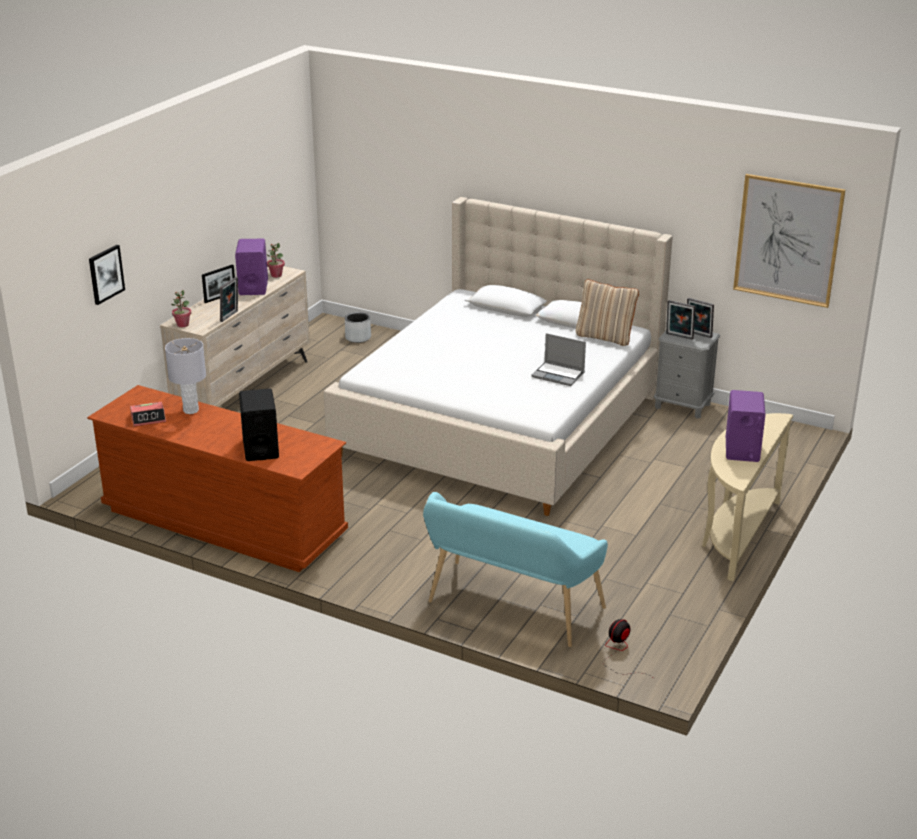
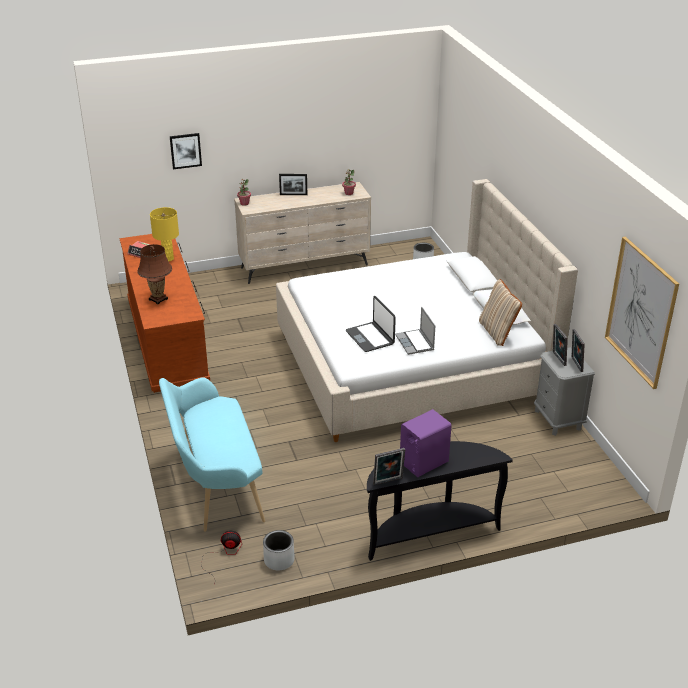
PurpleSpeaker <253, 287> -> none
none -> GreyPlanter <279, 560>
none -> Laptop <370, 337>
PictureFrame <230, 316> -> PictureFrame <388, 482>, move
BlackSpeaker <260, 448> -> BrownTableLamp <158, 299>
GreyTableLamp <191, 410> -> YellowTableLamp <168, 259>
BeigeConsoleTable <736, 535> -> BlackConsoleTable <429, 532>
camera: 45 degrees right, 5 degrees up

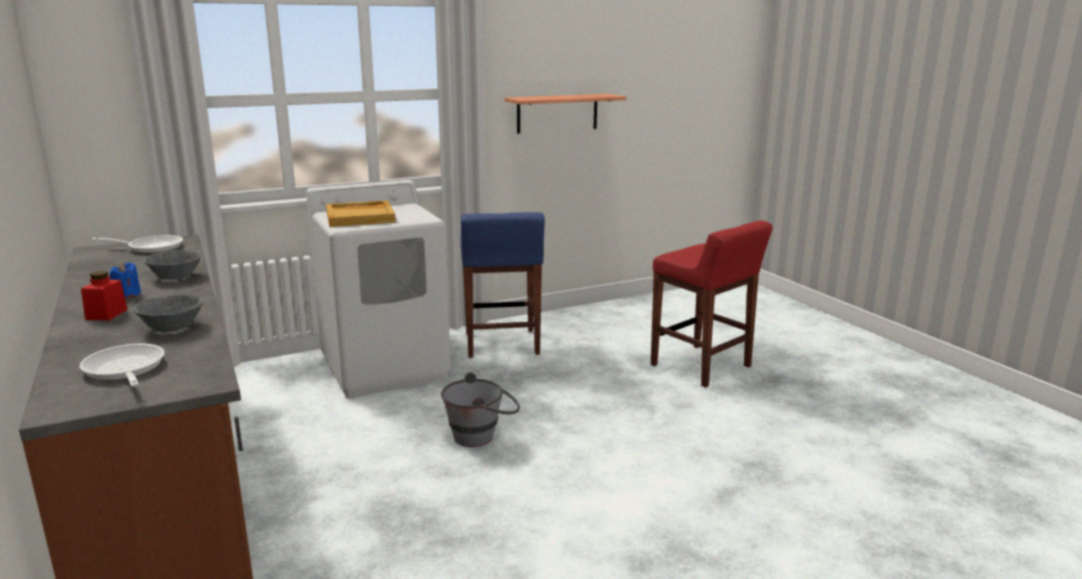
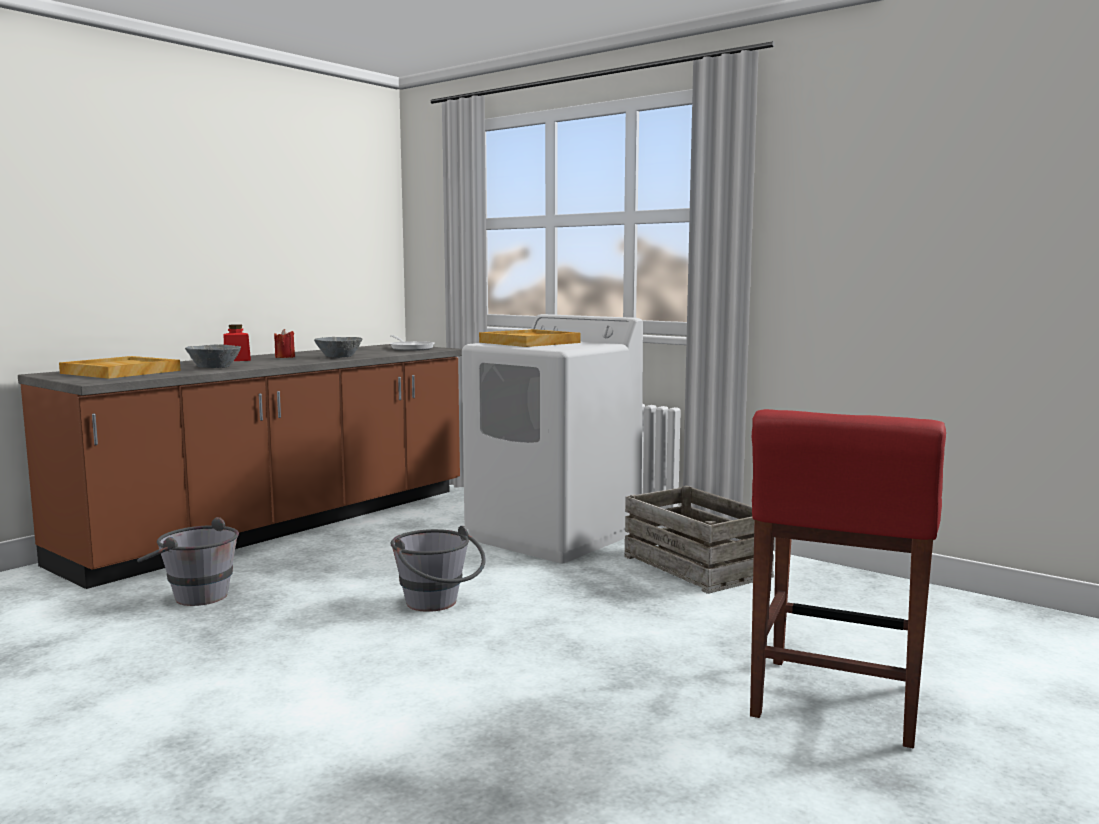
Shelf <557, 113> -> none
none -> GreyBucket <191, 596>
FryingPan <124, 370> -> BeigeTray <119, 372>
BlueStool <501, 344> -> Crate <695, 567>
BlueCandle <127, 295> -> RedCandle <285, 357>
camera: 65 degrees right, 10 degrees down

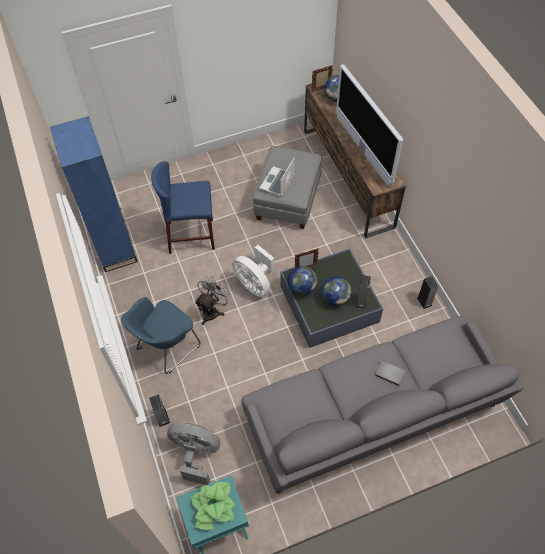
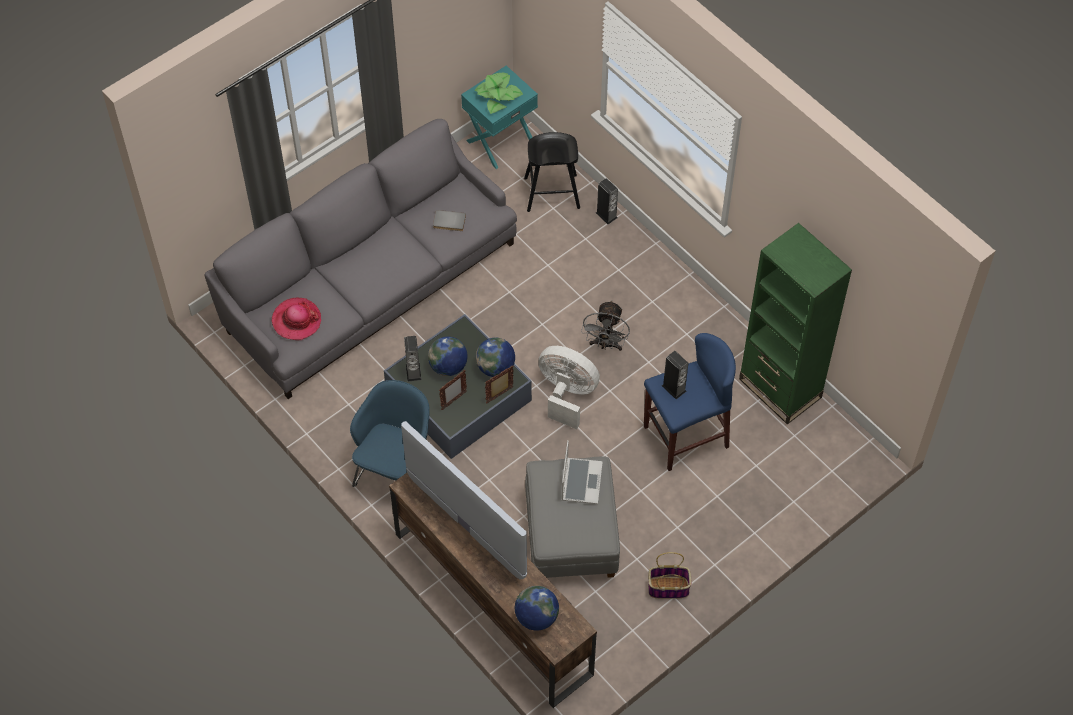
none -> Hat <296, 320>
none -> Basket <669, 587>
BlueArmchair <166, 348> -> BlueArmchair <395, 469>, move
PictureFrame <321, 89> -> PictureFrame <453, 401>, move
GreyBook <390, 372> -> GreyBook <449, 222>, move
Speaker <424, 301> -> Speaker <674, 388>, move
GreyFan <196, 454> -> BlackStool <551, 193>
BlueBookcase <115, 248> -> GreenBookcase <780, 388>
camera: 160 degrees right, 0 degrees up

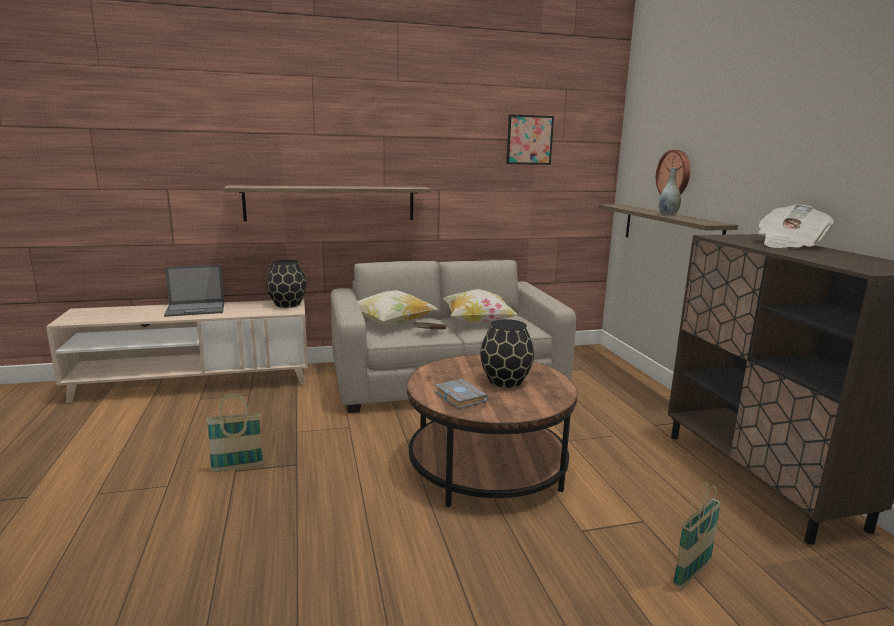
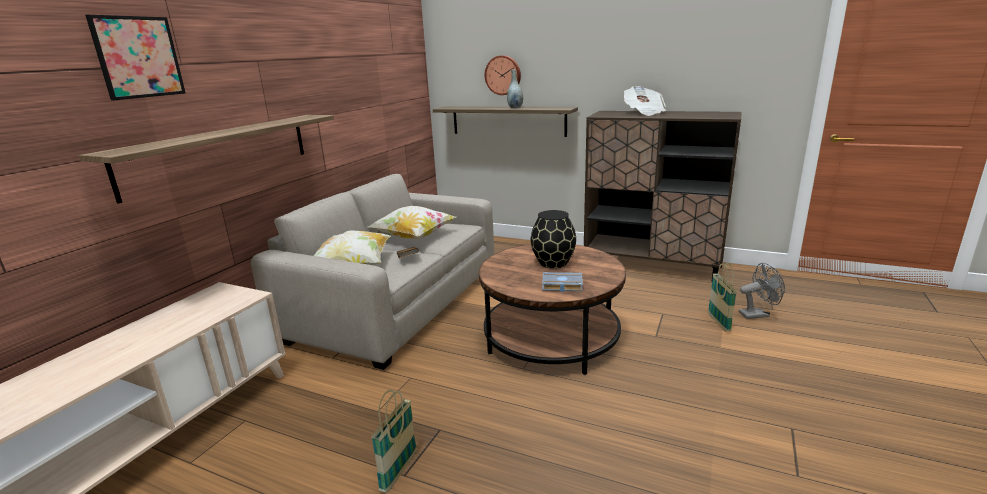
Laptop <196, 309> -> none
BlackVase <287, 304> -> none
none -> GreyFan <758, 314>
Picture <529, 140> -> Picture <138, 57>, move
camera: 50 degrees left, 5 degrees up

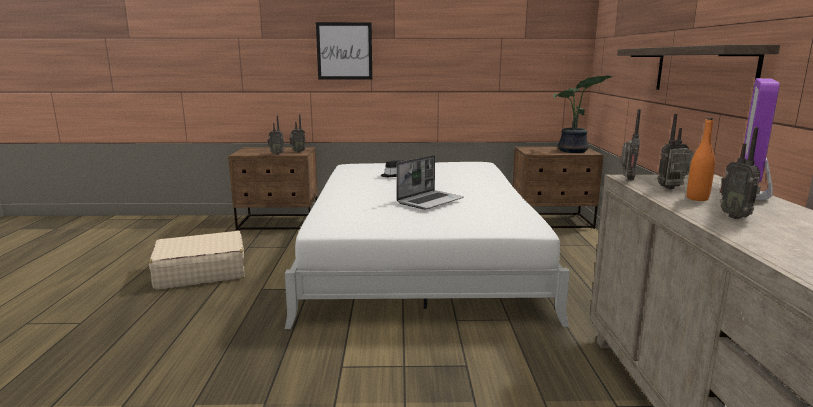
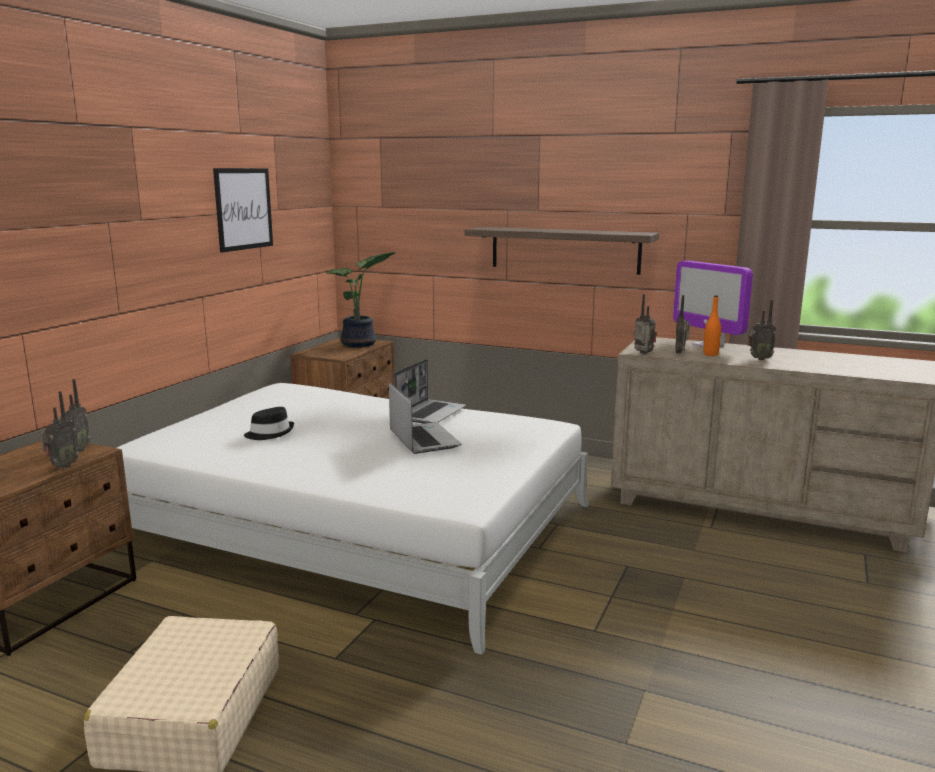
none -> Laptop <430, 413>
Picture <344, 51> -> Picture <243, 209>, move
camera: 65 degrees left, 0 degrees up

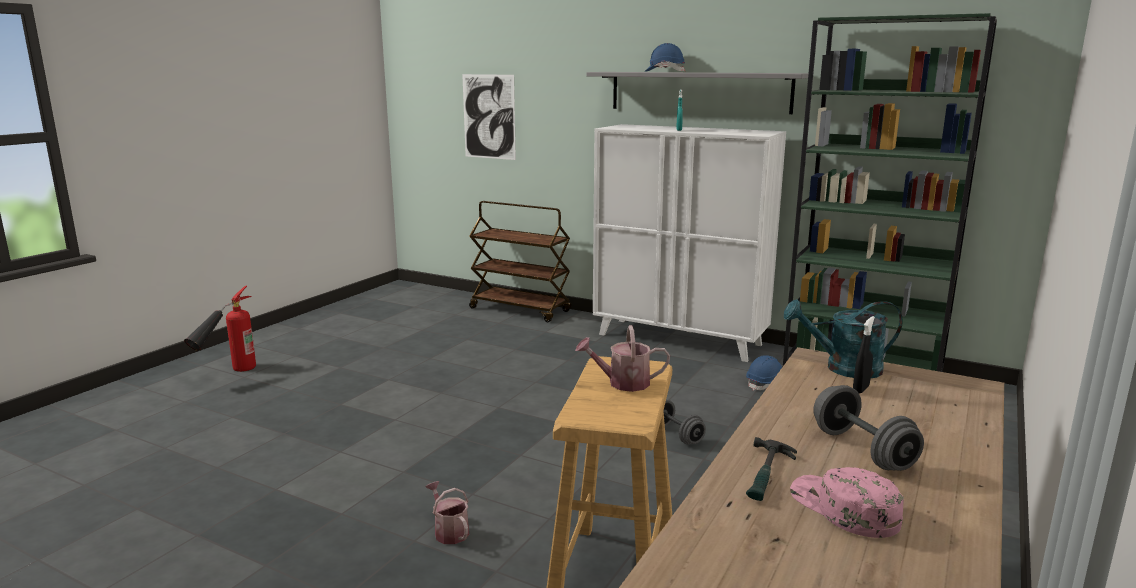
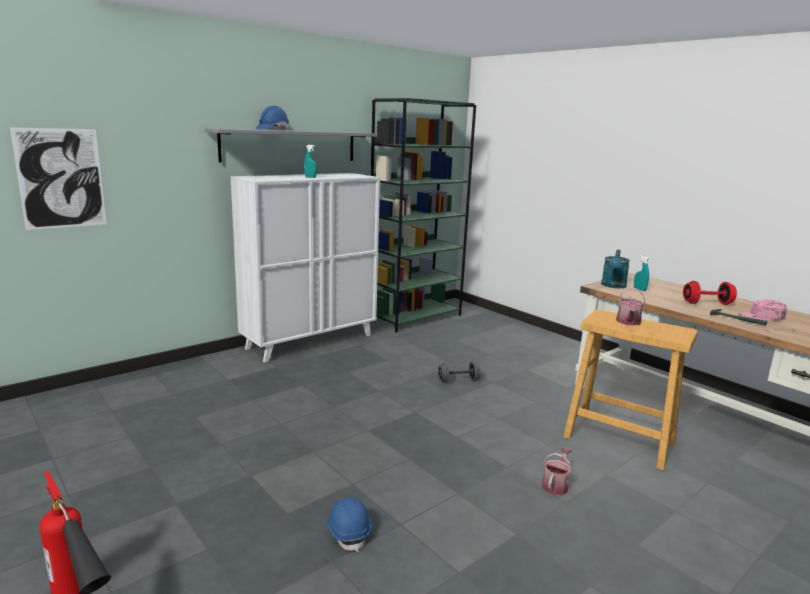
BrownCart <521, 310> -> none
BlueHardHat <766, 384> -> BlueHardHat <348, 532>, move
GreyDumbbell <862, 450> -> RedDumbbell <707, 303>
BlackSprayBottle <861, 389> -> TurquoiseSprayBottle <639, 289>
WateringCan <449, 531> -> WateringCan <556, 485>, 135 degrees clockwise
camera: 70 degrees left, 0 degrees up

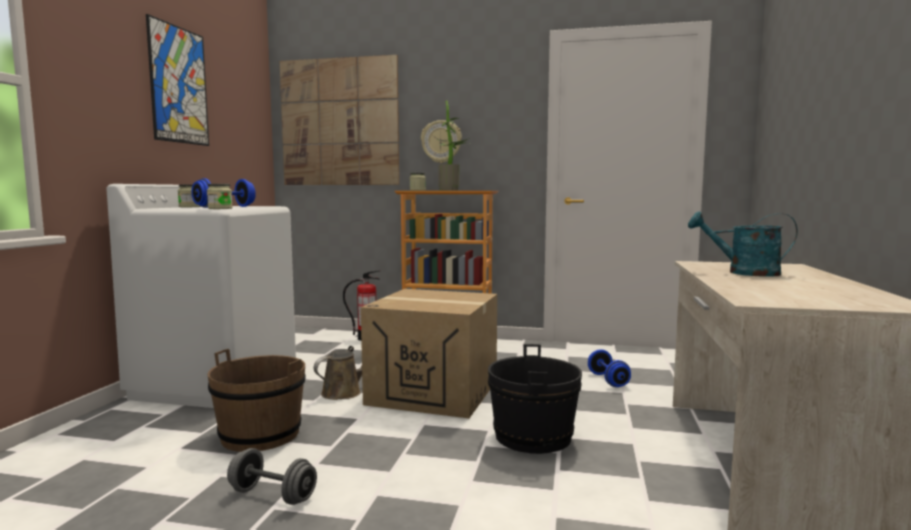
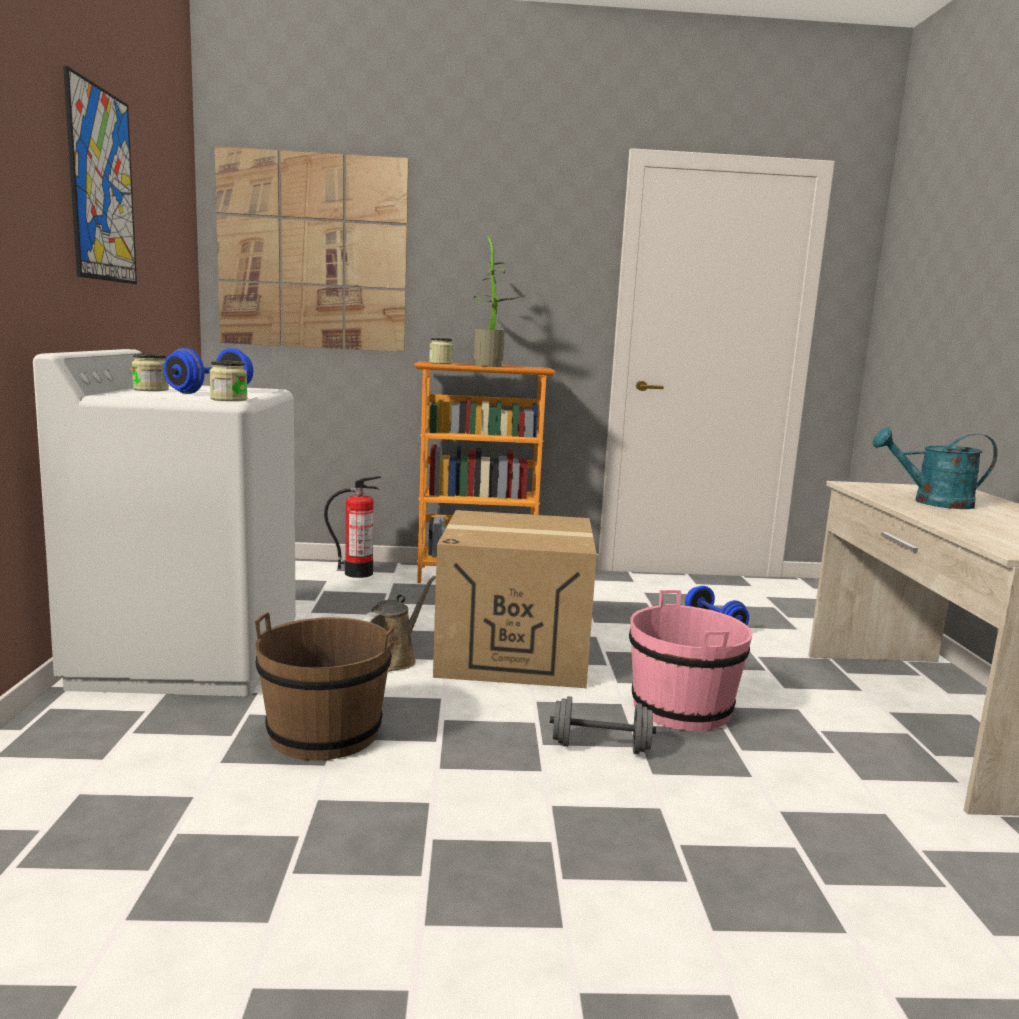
WallClock <441, 142> -> none
GreyDumbbell <272, 495> -> GreyDumbbell <600, 747>, move
BlackBucket <533, 437> -> PinkBucket <681, 708>
camera: 15 degrees left, 5 degrees up

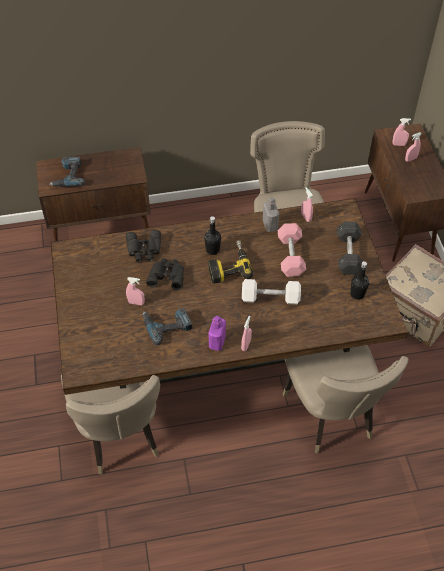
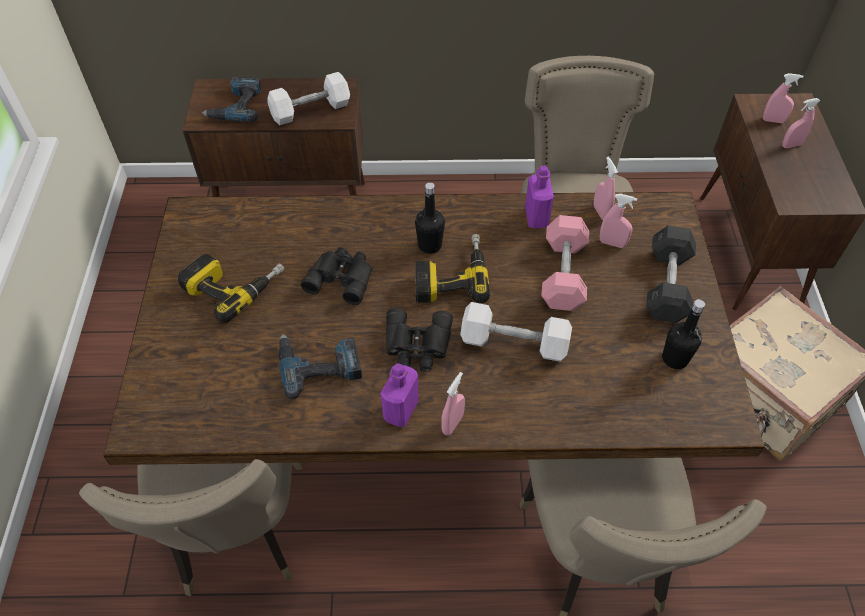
none -> PowerDrill <234, 286>
none -> WhiteDumbbell <310, 110>
BlackBinoculars <144, 250> -> BlackBinoculars <417, 346>, move
PinkSprayBottle <136, 302> -> PinkSprayBottle <612, 243>, move
GreyBottle <270, 225> -> PurpleBottle <536, 217>
camera: 10 degrees right, 0 degrees up

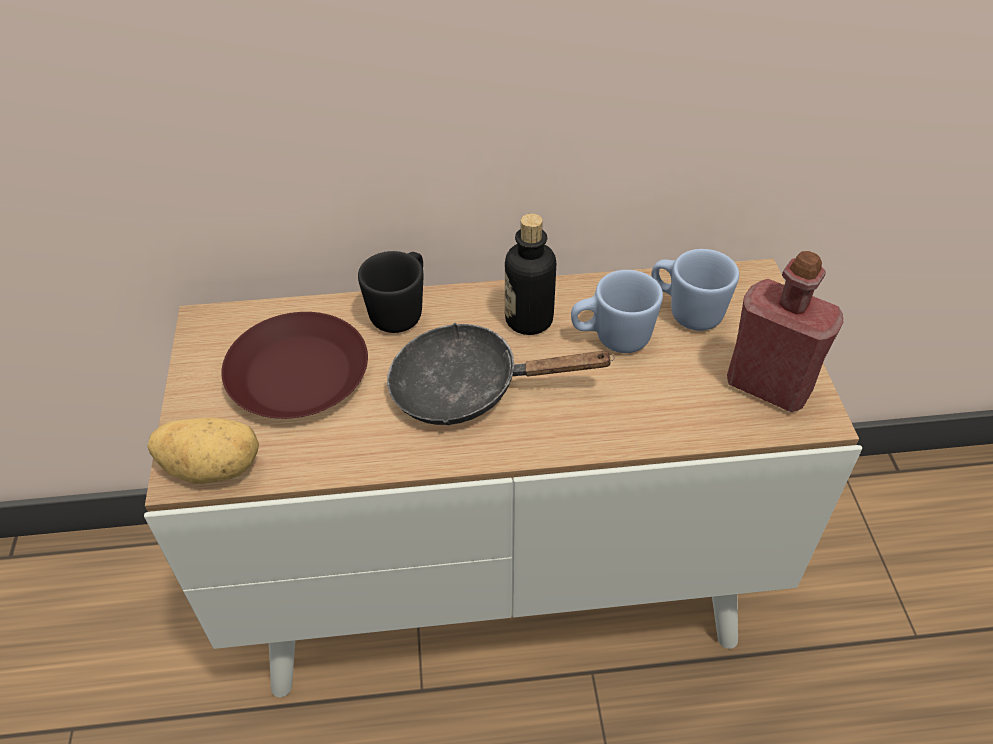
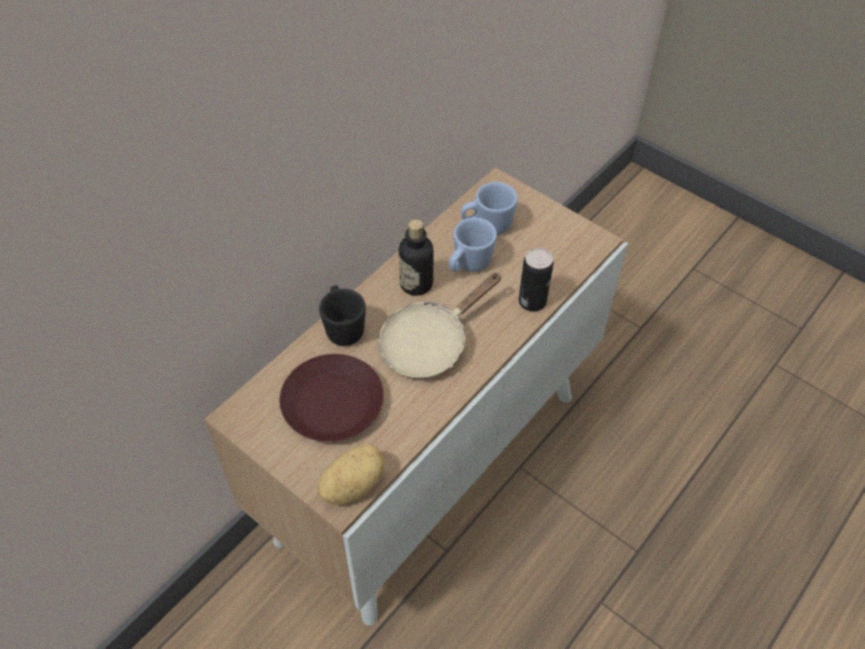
RedBottle <768, 386> -> none
none -> Can <532, 301>
BlackFryingPan <468, 388> -> BeigeFryingPan <430, 343>
camera: 45 degrees left, 5 degrees up

